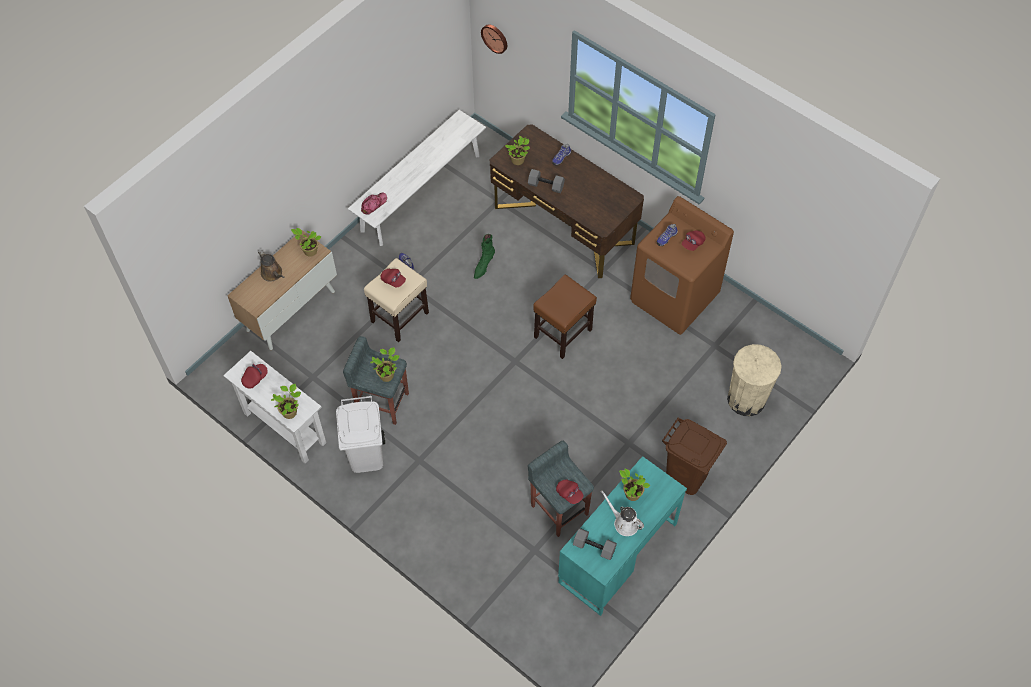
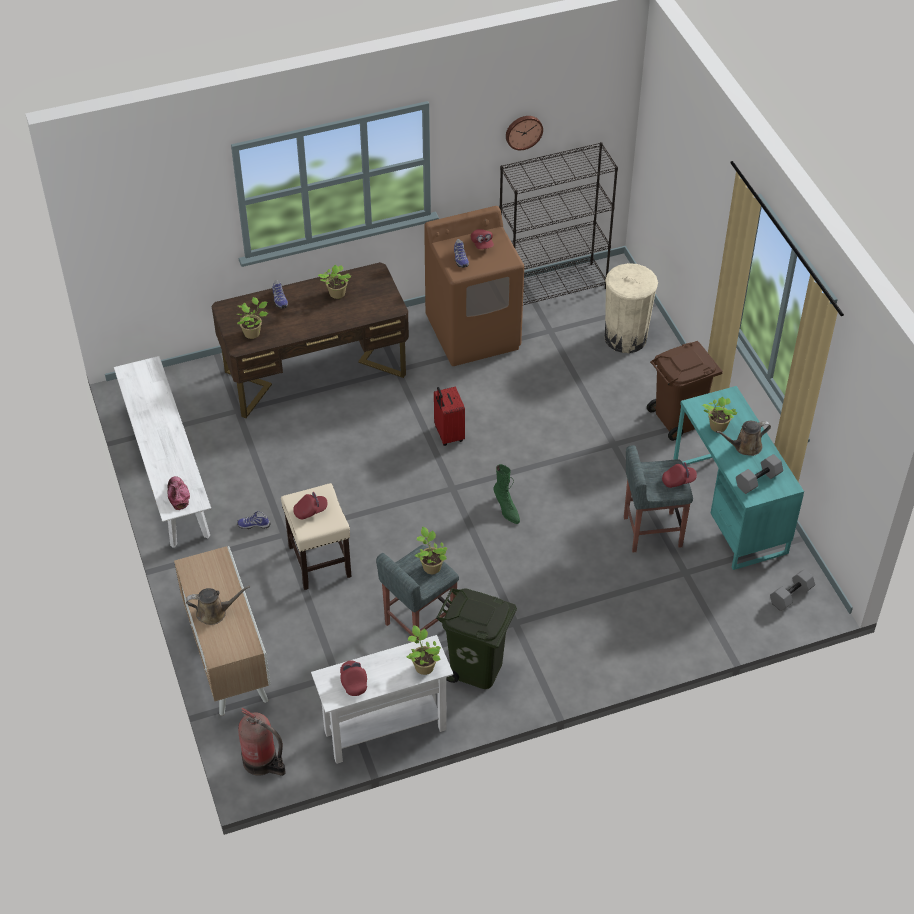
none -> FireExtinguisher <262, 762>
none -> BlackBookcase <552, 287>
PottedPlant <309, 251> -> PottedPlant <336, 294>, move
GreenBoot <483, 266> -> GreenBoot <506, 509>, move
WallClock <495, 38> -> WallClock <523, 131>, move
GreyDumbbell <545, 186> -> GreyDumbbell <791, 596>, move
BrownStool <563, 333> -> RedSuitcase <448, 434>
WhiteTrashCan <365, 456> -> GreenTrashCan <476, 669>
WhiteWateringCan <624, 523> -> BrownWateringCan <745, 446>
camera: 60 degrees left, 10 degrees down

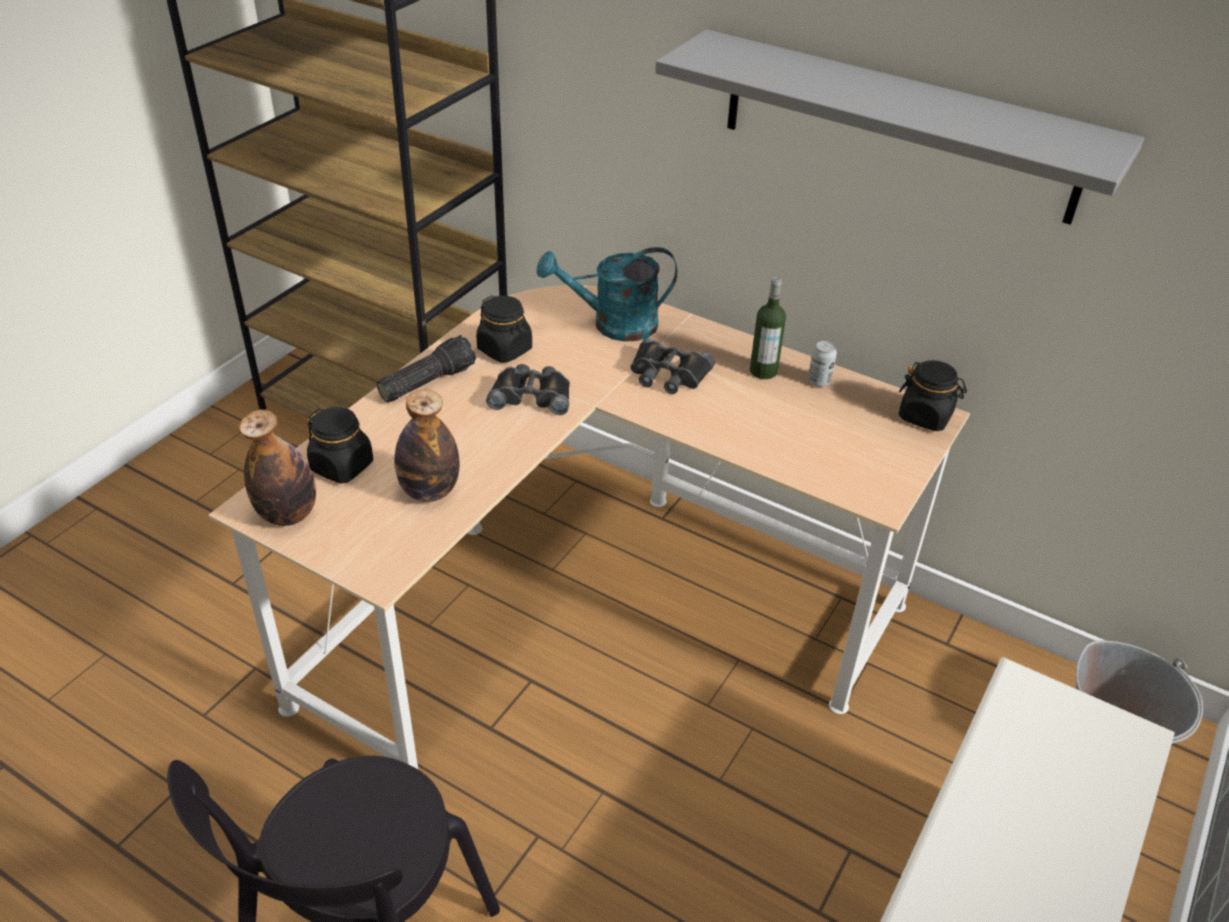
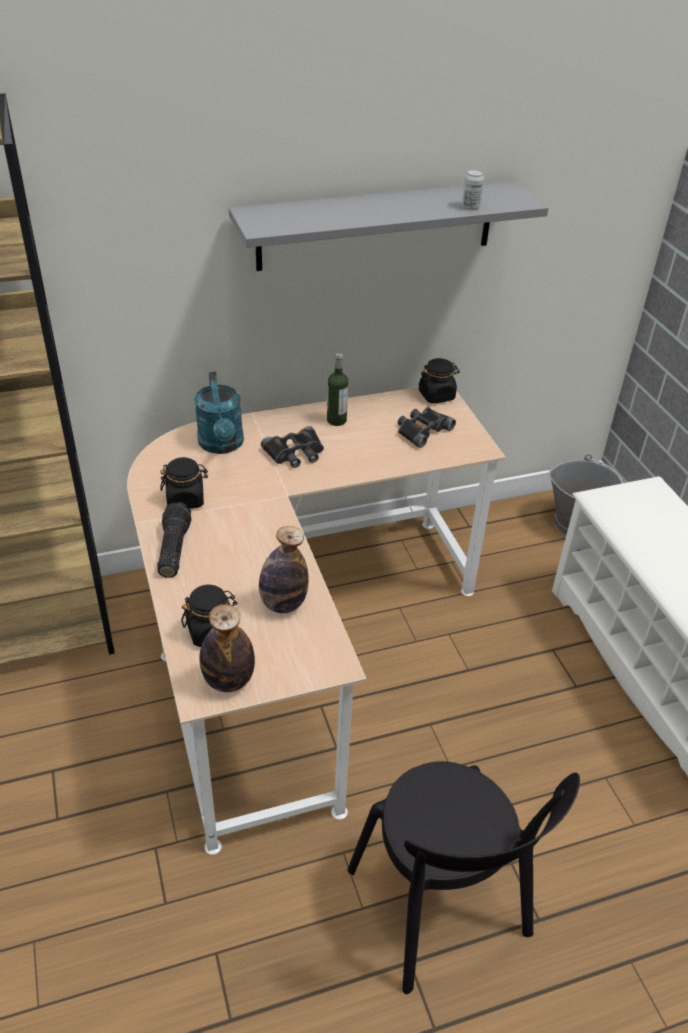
BlackBinoculars <531, 395> -> BlackBinoculars <422, 430>, move
Can <819, 381> -> Can <470, 207>, move
TurquoiseWateringCan <613, 325> -> TurquoiseWateringCan <222, 445>, 45 degrees counterclockwise
camera: 50 degrees left, 0 degrees up

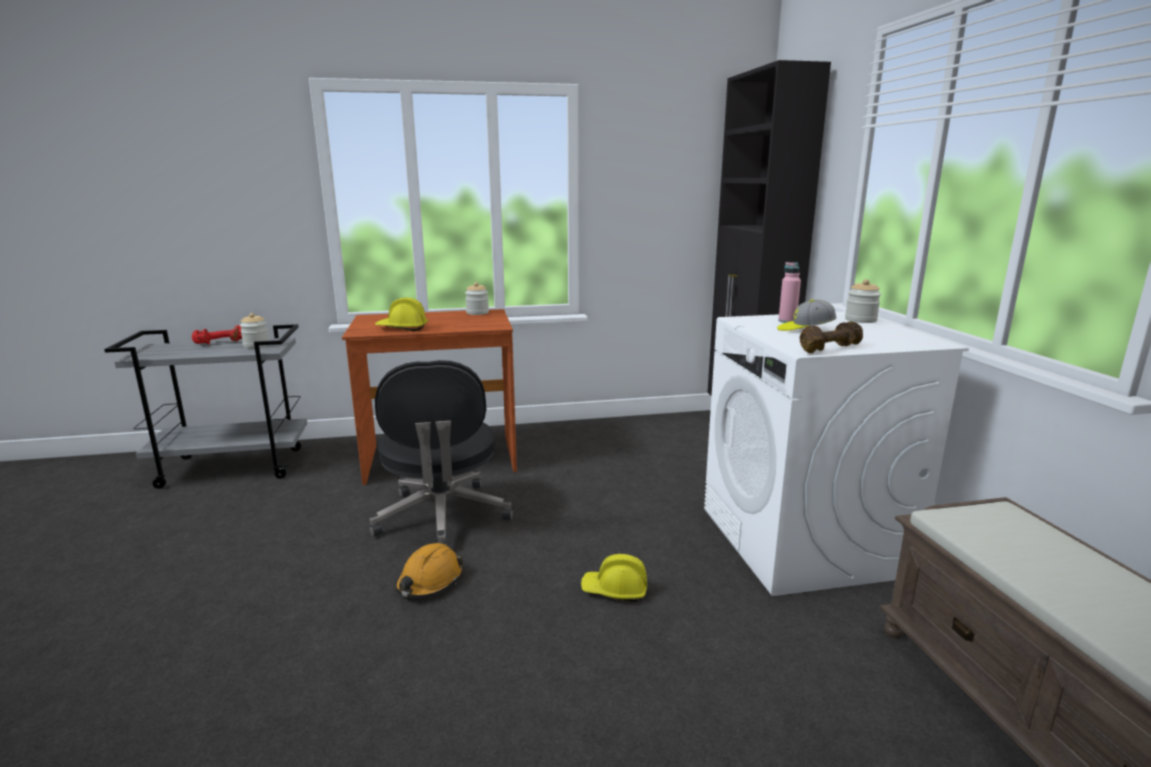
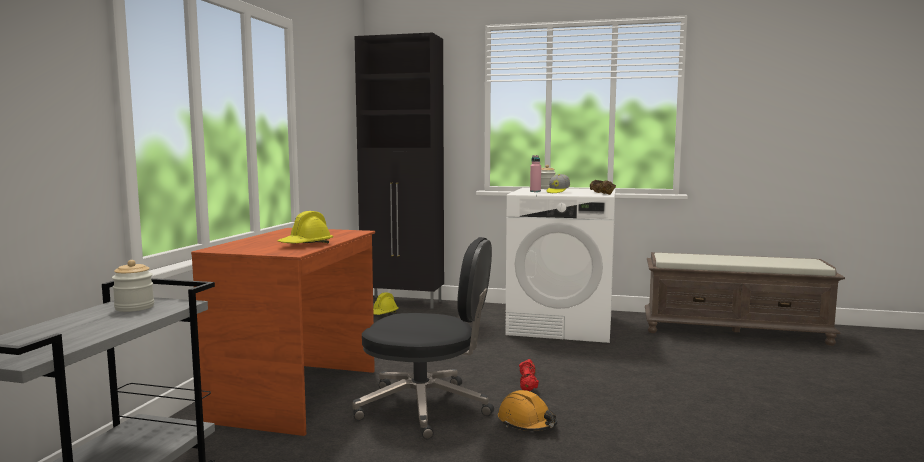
Jar <477, 313> -> none
RedDumbbell <223, 343> -> RedDumbbell <528, 383>, move
YellowHardHat <614, 590> -> YellowHardHat <382, 313>, move
camera: 65 degrees left, 10 degrees down

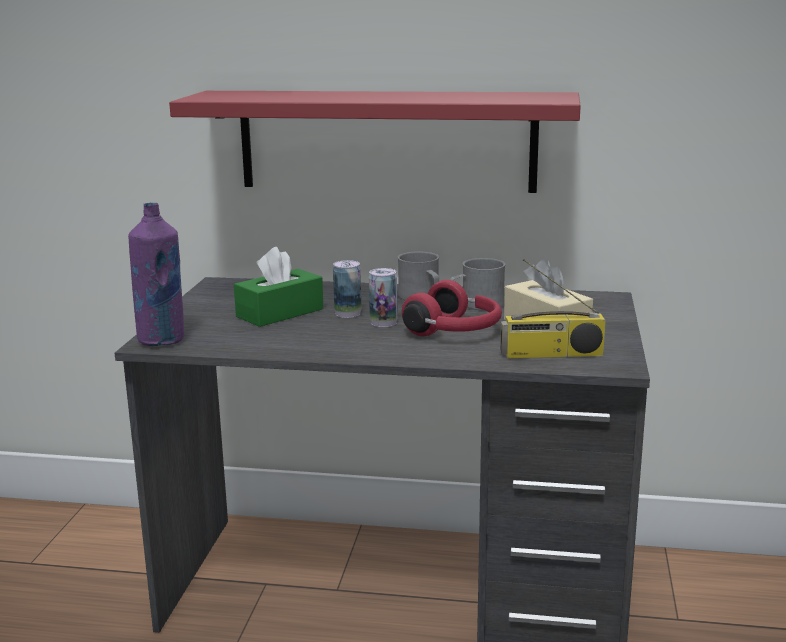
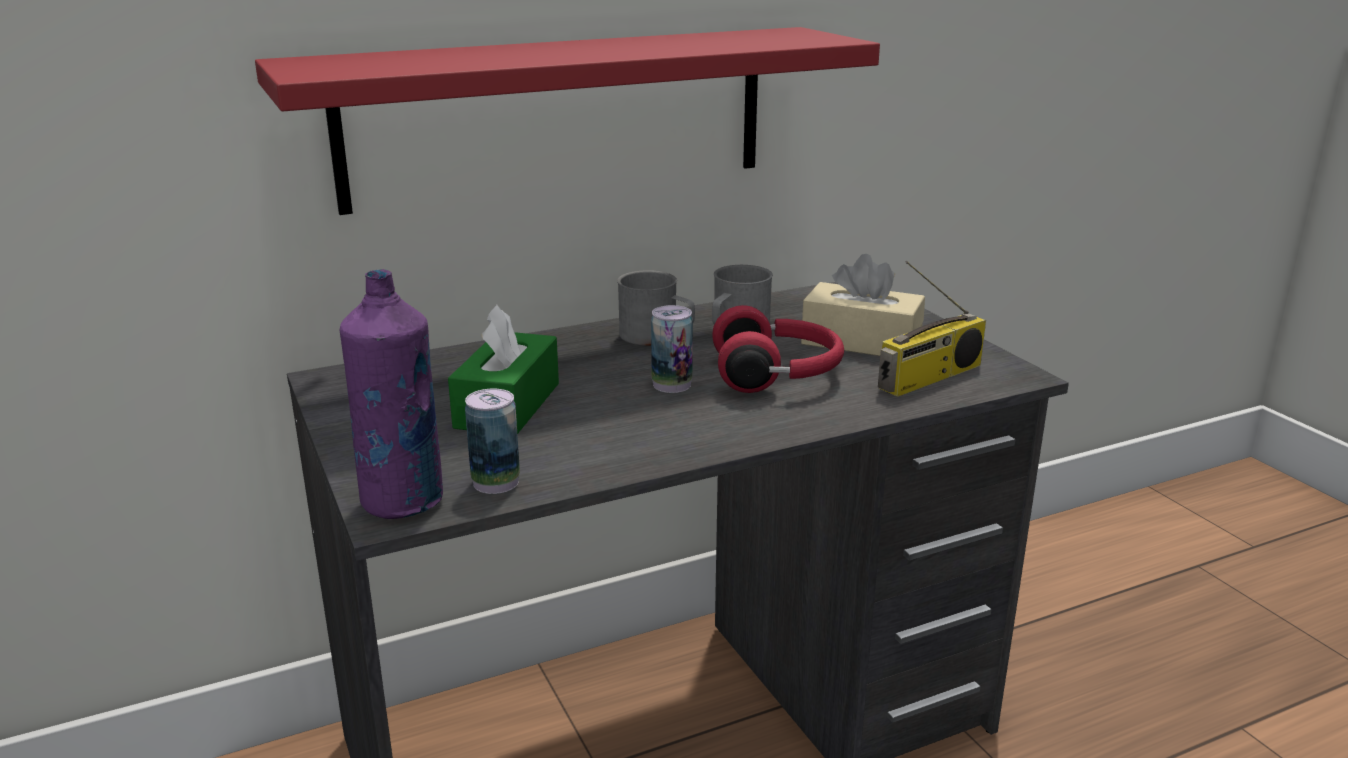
Can <348, 313> -> Can <496, 482>, move
camera: 35 degrees left, 5 degrees up

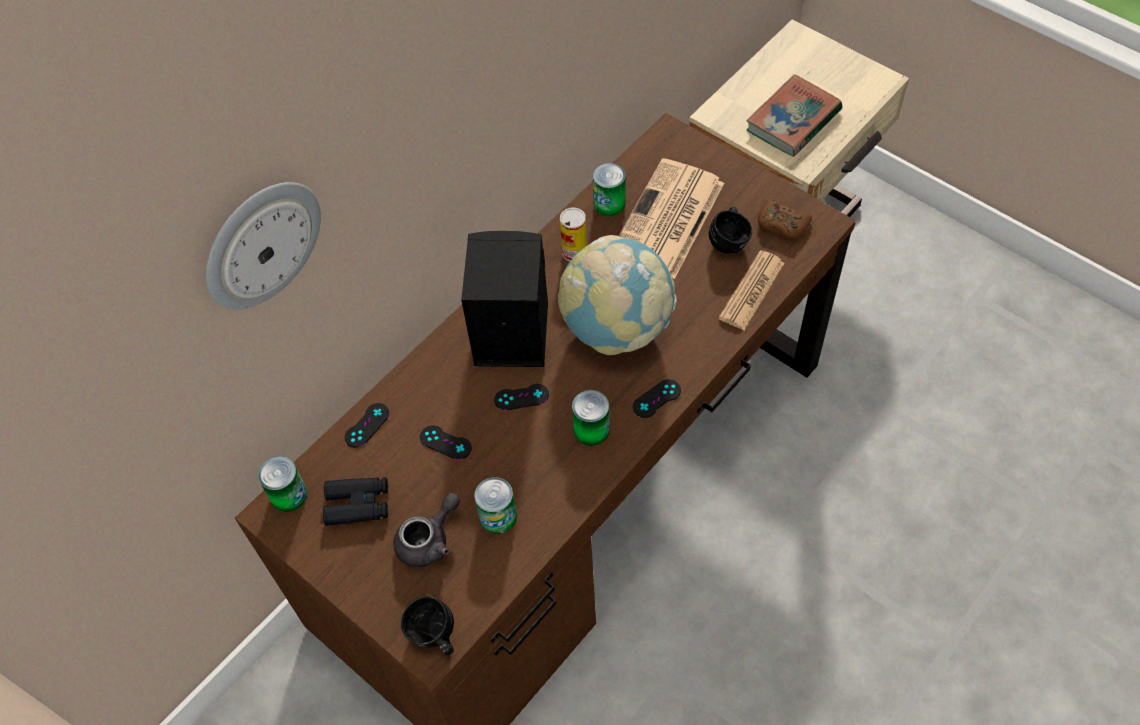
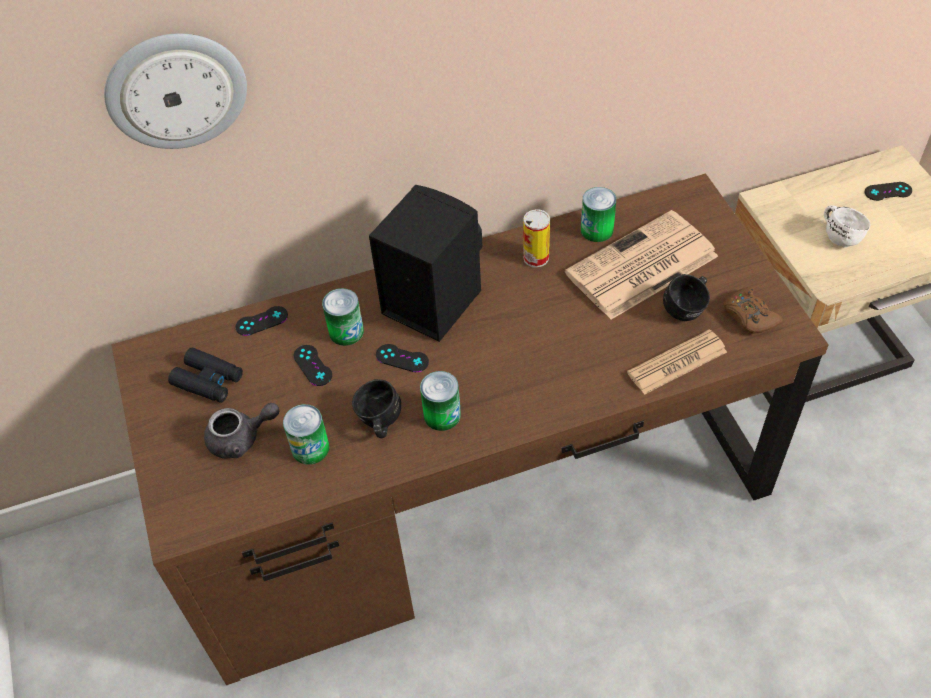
Globe <616, 327> -> none
Can <289, 495> -> Can <346, 331>, move
BlackMug <433, 637> -> BlackMug <378, 423>, move
BlackGameController <656, 398> -> BlackGameController <888, 191>, move
Book <793, 120> -> WhiteMug <840, 235>
camera: 30 degrees right, 5 degrees down

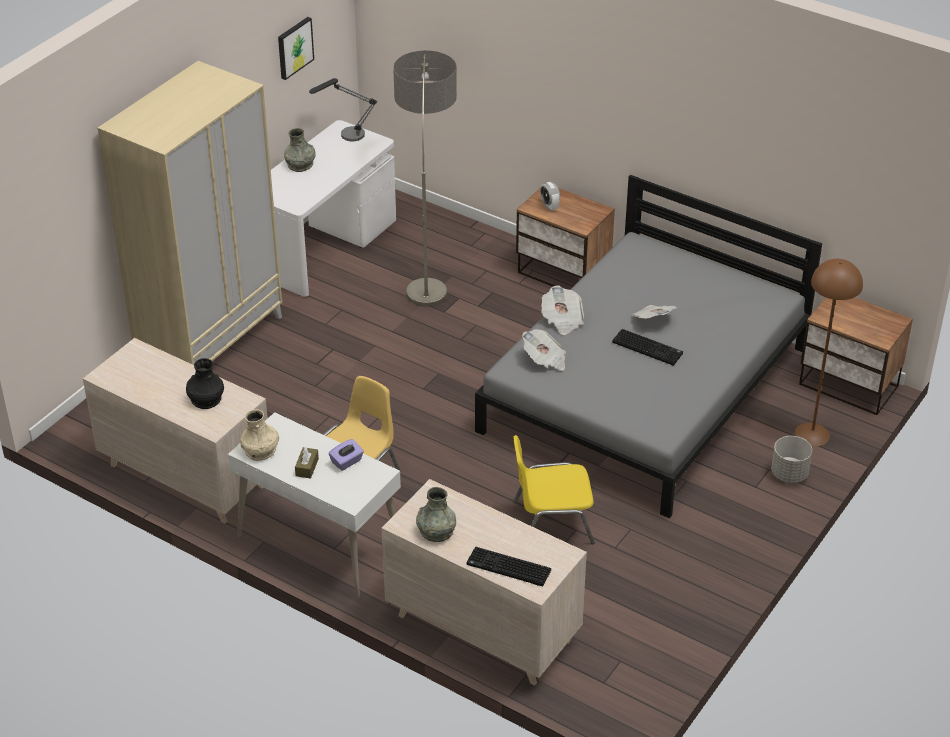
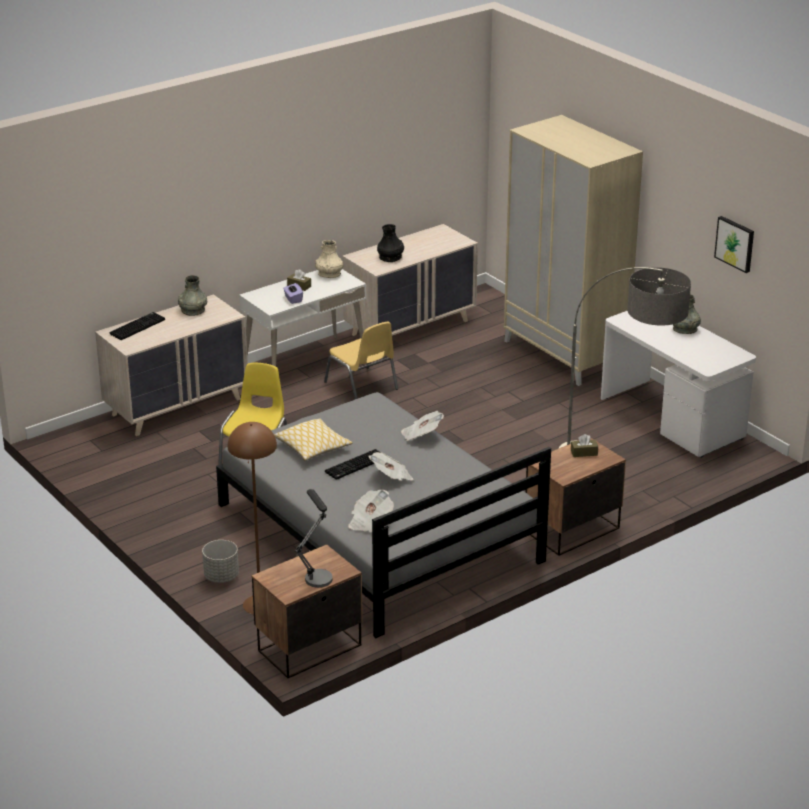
none -> Pillow <313, 447>
TableLamp <346, 137> -> TableLamp <317, 574>, move
Newspaper <545, 360> -> Newspaper <369, 521>, move
AlarmClock <549, 206> -> BrownTissueBox <584, 453>
camera: 110 degrees right, 10 degrees down

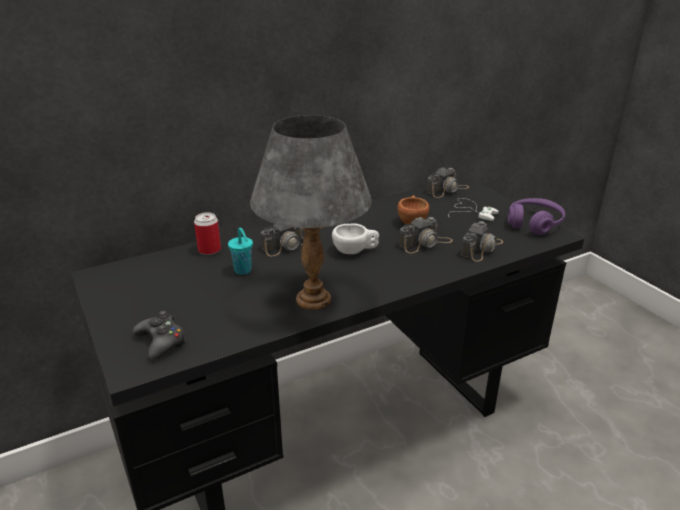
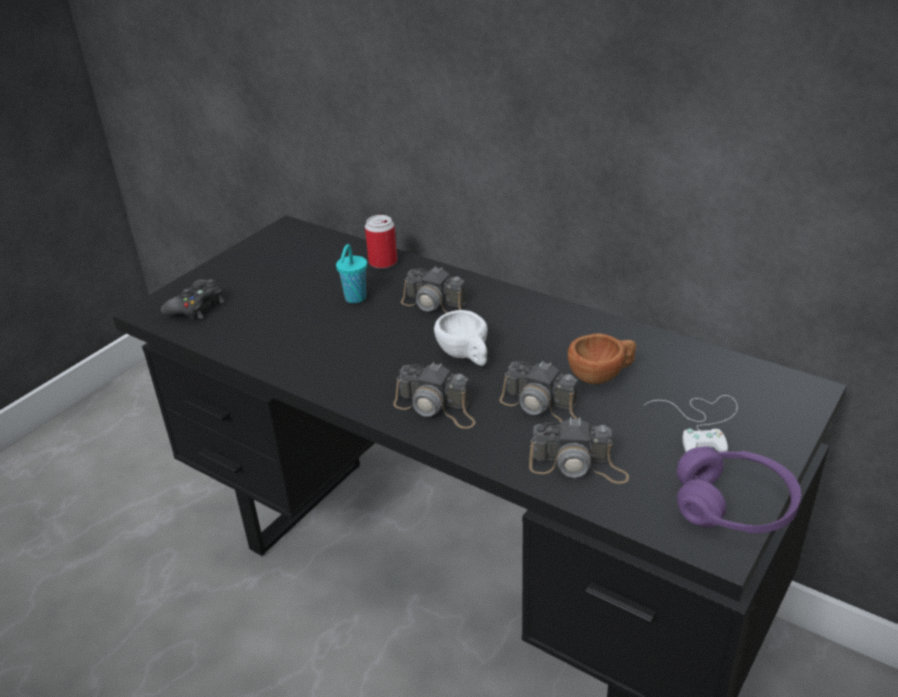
GreyTableLamp <314, 299> -> none
PhotoCamera <447, 190> -> PhotoCamera <436, 408>, move
camera: 65 degrees right, 5 degrees up

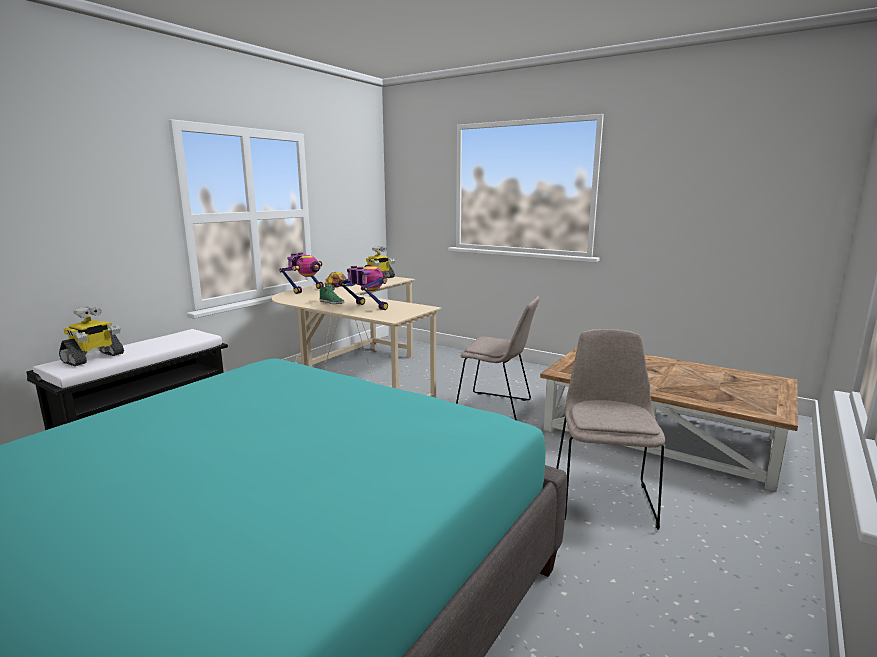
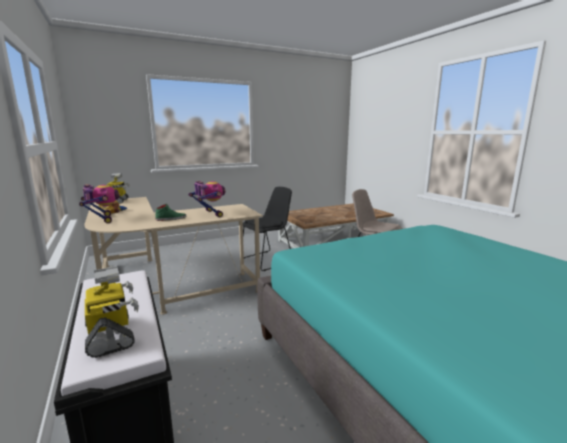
BeigeChair <497, 409> -> BlackChair <268, 260>
ToyRobot <367, 308> -> ToyRobot <209, 214>, 75 degrees clockwise
camera: 60 degrees left, 0 degrees up

